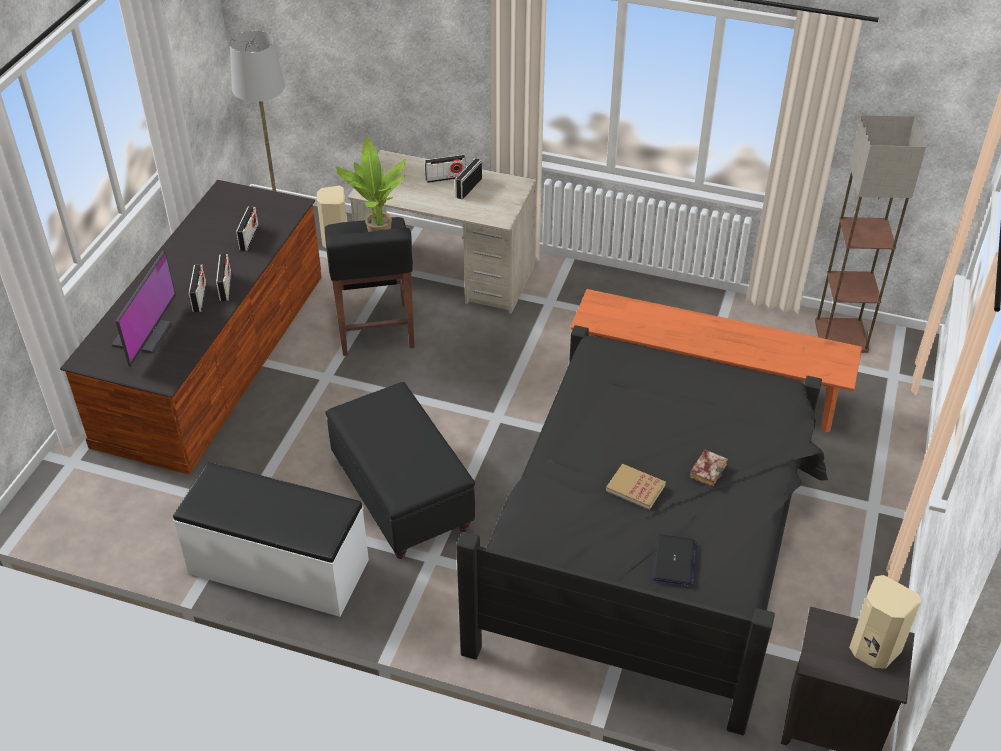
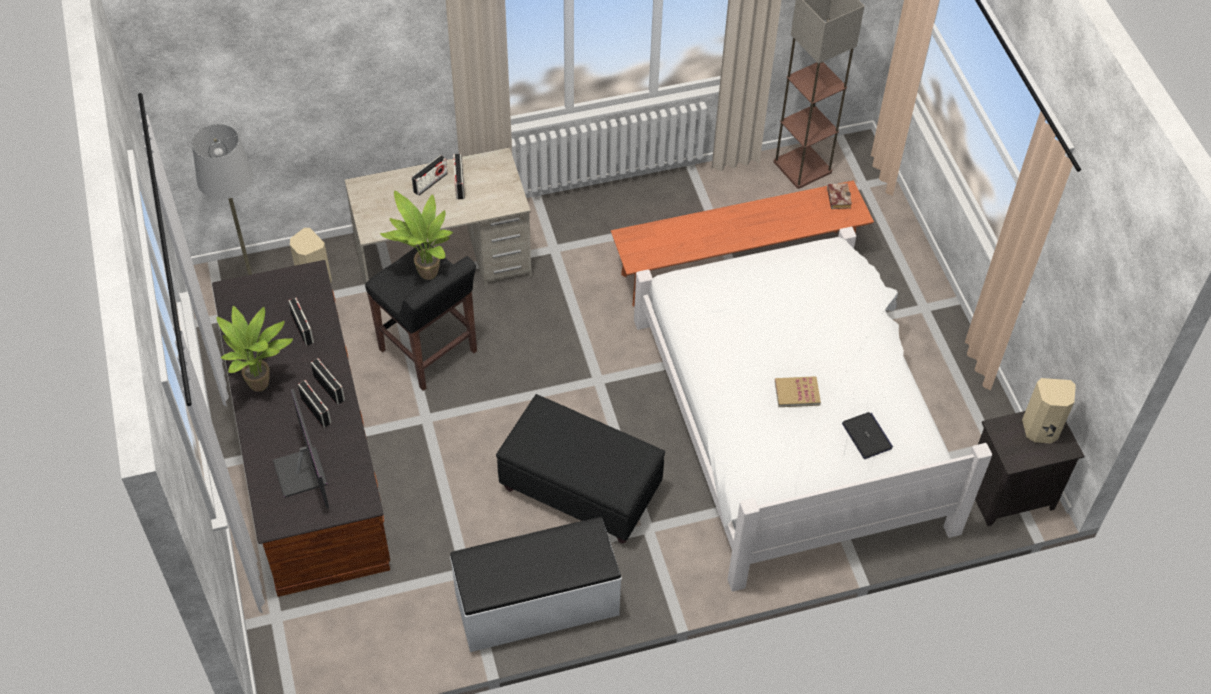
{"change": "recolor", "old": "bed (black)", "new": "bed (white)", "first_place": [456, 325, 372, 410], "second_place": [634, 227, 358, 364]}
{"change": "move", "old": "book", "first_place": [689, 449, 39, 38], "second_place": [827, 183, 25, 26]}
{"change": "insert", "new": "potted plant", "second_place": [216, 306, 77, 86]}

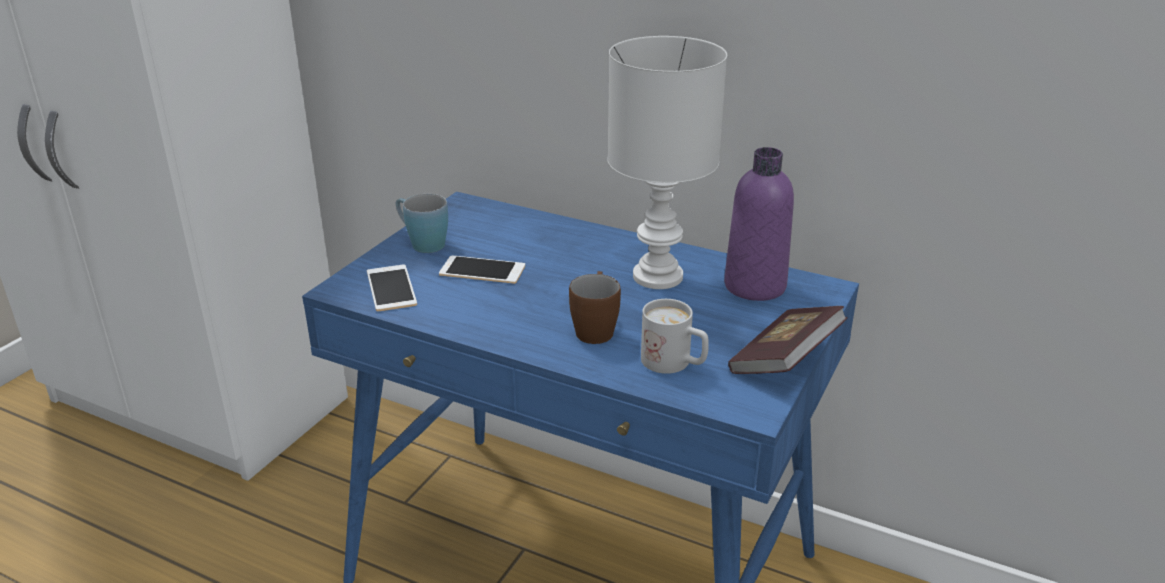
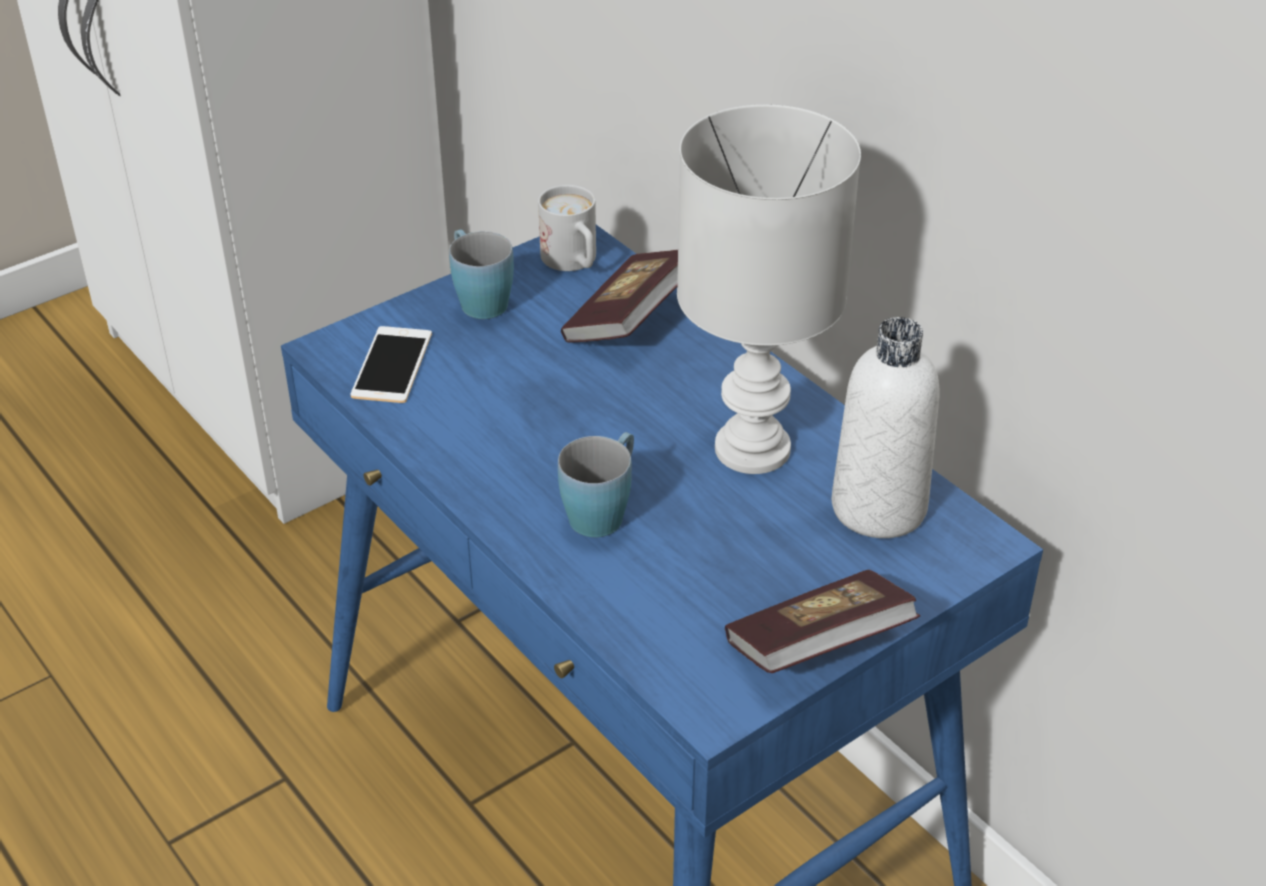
{"change": "delete", "old": "phone", "first_place": [439, 255, 86, 29]}
{"change": "recolor", "old": "mug (brown)", "new": "mug (blue)", "first_place": [569, 271, 52, 73], "second_place": [558, 432, 76, 105]}
{"change": "move", "old": "mug (white)", "first_place": [641, 299, 68, 75], "second_place": [538, 185, 58, 86]}
{"change": "recolor", "old": "bottle (purple)", "new": "bottle (white)", "first_place": [724, 147, 70, 154], "second_place": [832, 317, 107, 221]}
{"change": "insert", "new": "book", "second_place": [561, 250, 117, 93]}

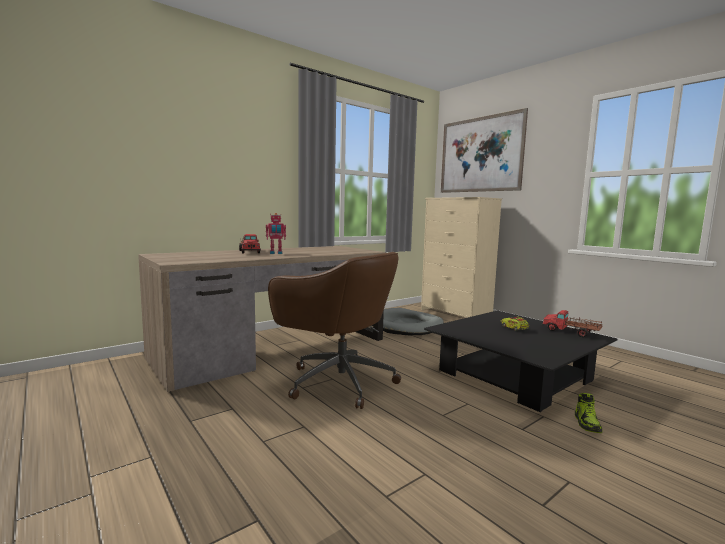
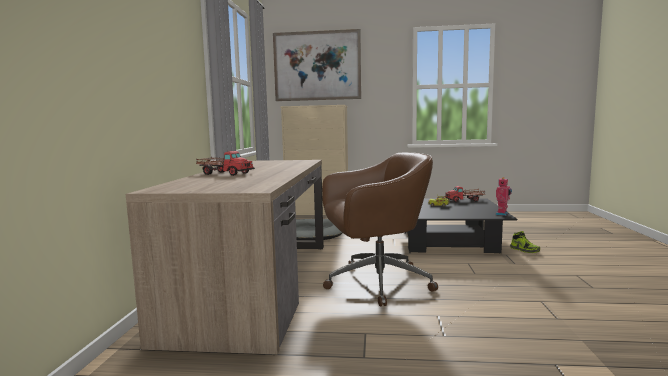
{"change": "move", "old": "toy robot", "first_place": [266, 213, 20, 41], "second_place": [496, 177, 16, 39]}

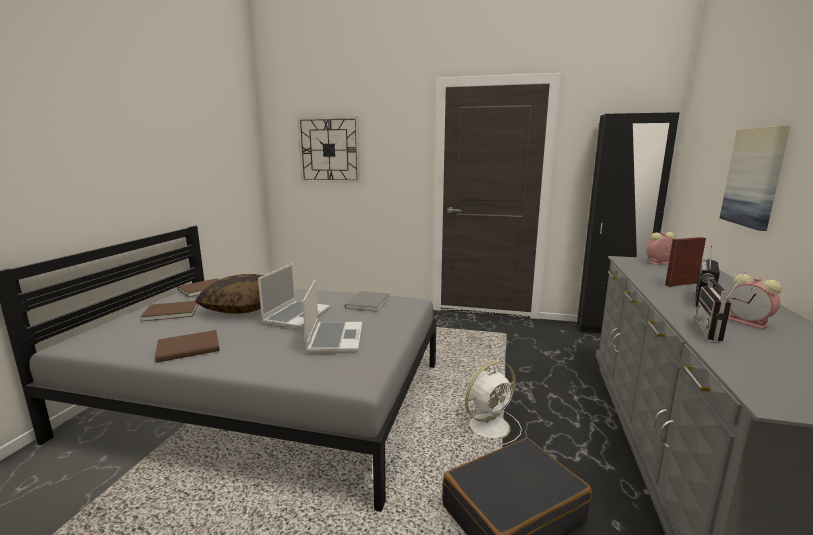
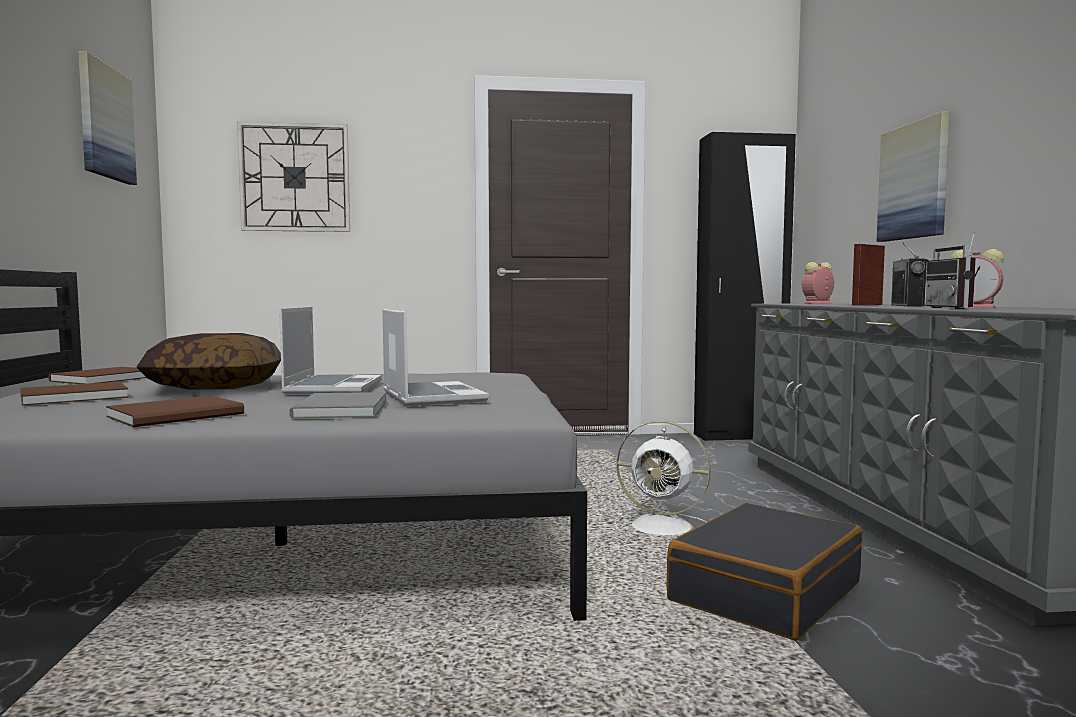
{"change": "move", "old": "book (grey)", "first_place": [345, 291, 45, 21], "second_place": [289, 392, 97, 27]}
{"change": "rotate", "old": "fan (white)", "first_place": [456, 361, 66, 85], "second_place": [614, 421, 97, 114], "degrees": 75}
{"change": "insert", "new": "picture", "second_place": [78, 51, 59, 134]}

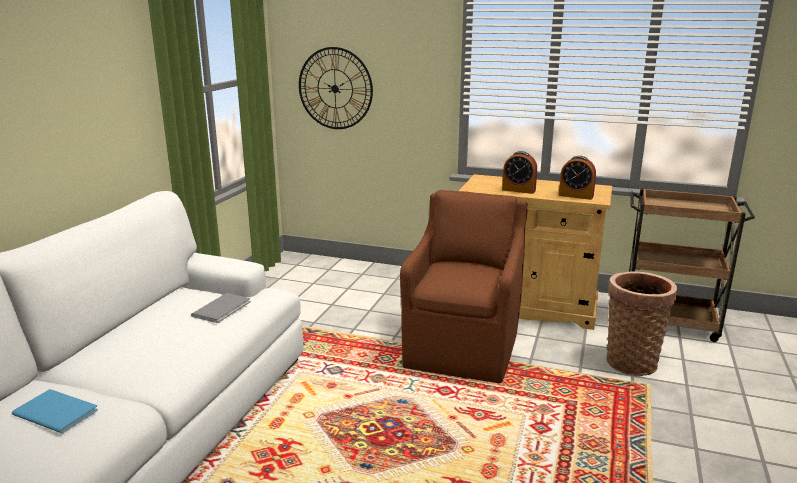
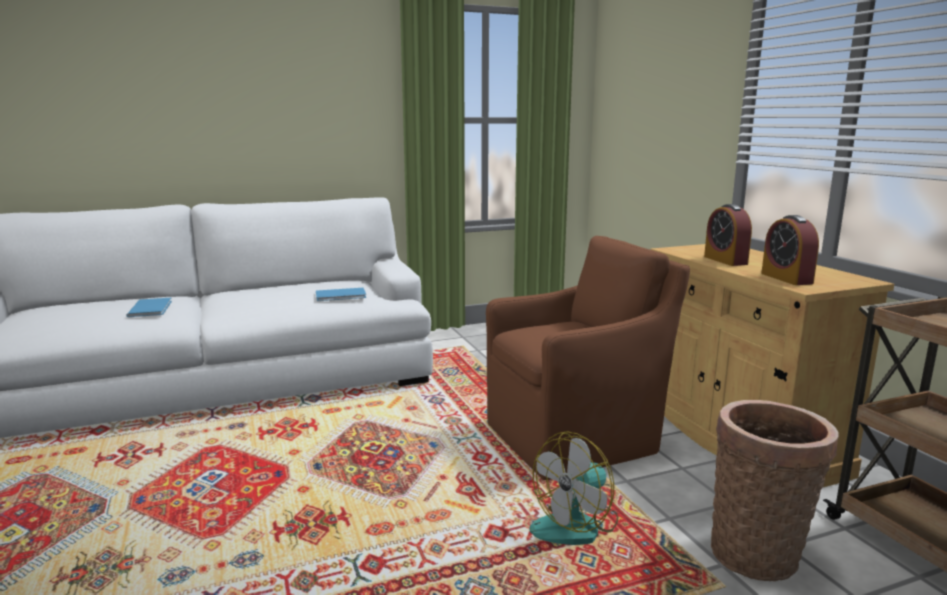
{"change": "recolor", "old": "book (grey)", "new": "book (blue)", "first_place": [191, 293, 60, 30], "second_place": [316, 288, 50, 13]}
{"change": "delete", "old": "wall clock", "first_place": [299, 47, 74, 82]}
{"change": "insert", "new": "fan", "second_place": [530, 431, 88, 114]}

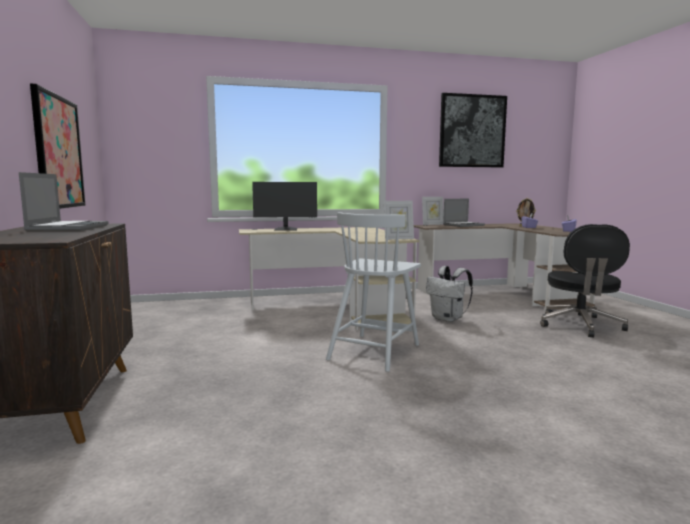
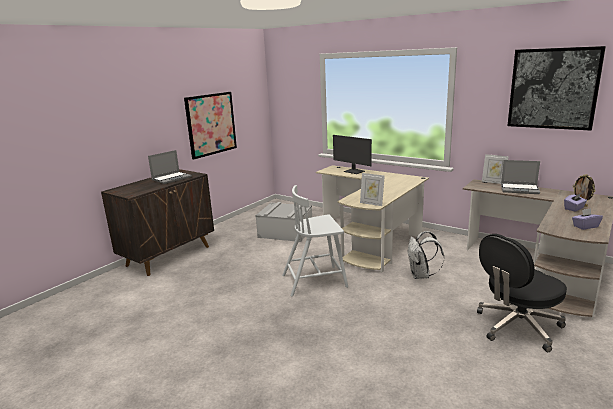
{"change": "insert", "new": "storage box (grey)", "second_place": [255, 202, 57, 40]}

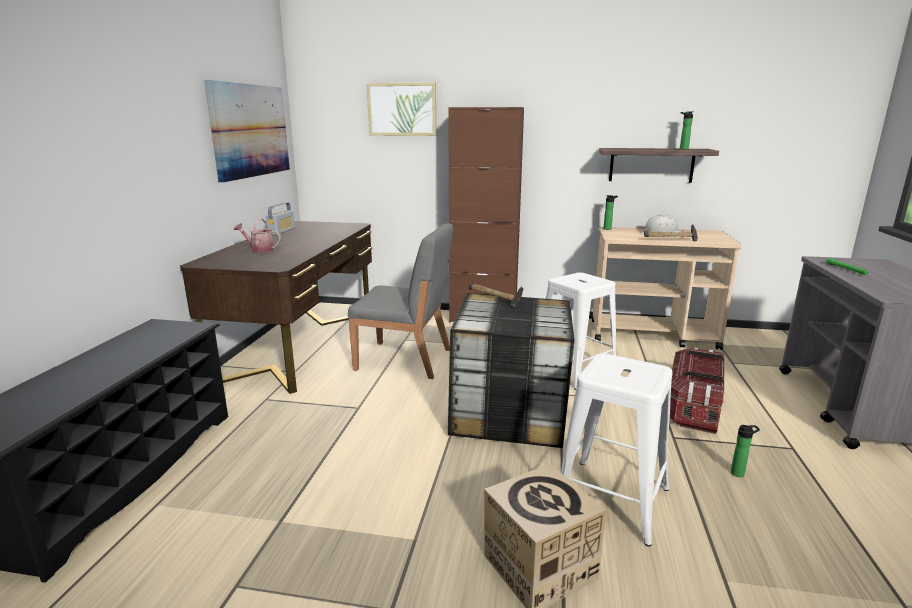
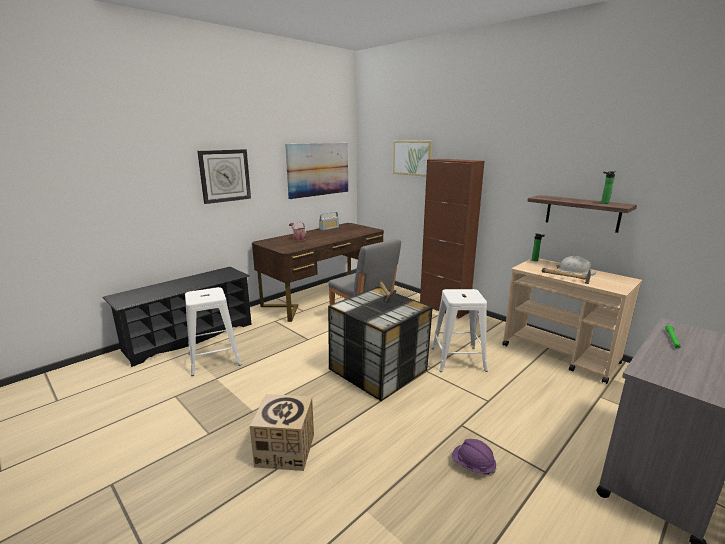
{"change": "move", "old": "stool (white)", "first_place": [561, 353, 112, 194], "second_place": [185, 287, 57, 89]}
{"change": "delete", "old": "storage box", "first_place": [670, 347, 54, 87]}
{"change": "replace", "old": "bottle", "new": "hard hat (purple)", "first_place": [731, 425, 29, 52], "second_place": [452, 439, 44, 36]}
{"change": "insert", "new": "wall clock", "second_place": [197, 149, 54, 55]}

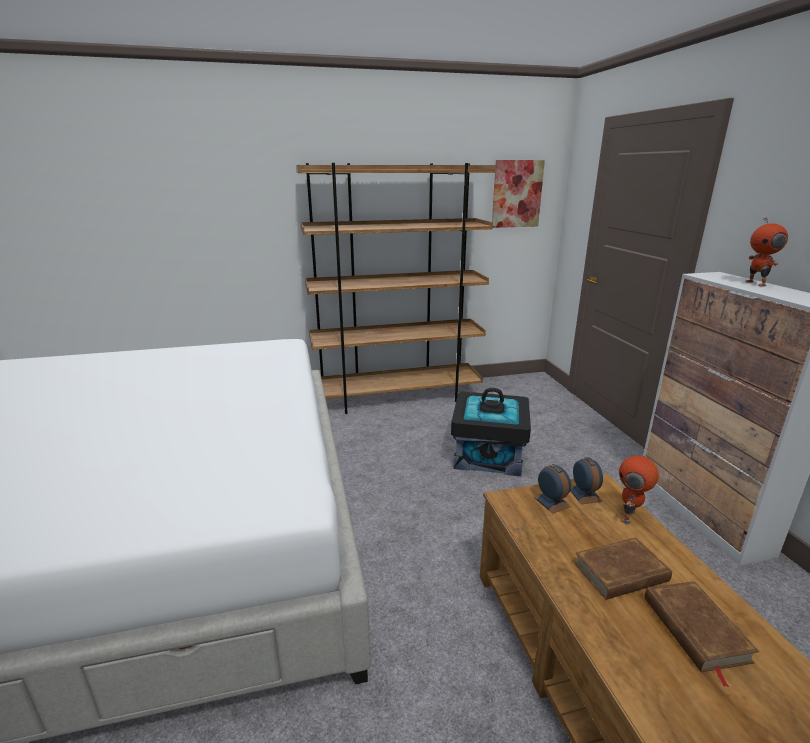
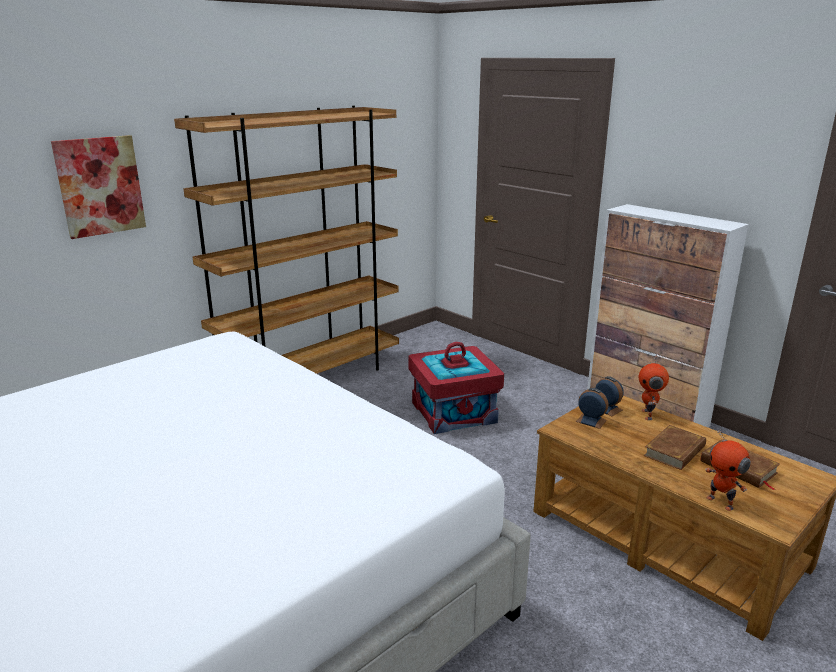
{"change": "recolor", "old": "storage box (black)", "new": "storage box (red)", "first_place": [451, 388, 80, 88], "second_place": [408, 342, 96, 92]}
{"change": "move", "old": "picture", "first_place": [492, 160, 53, 68], "second_place": [51, 135, 95, 104]}
{"change": "move", "old": "toy robot", "first_place": [745, 217, 43, 69], "second_place": [705, 429, 46, 82]}

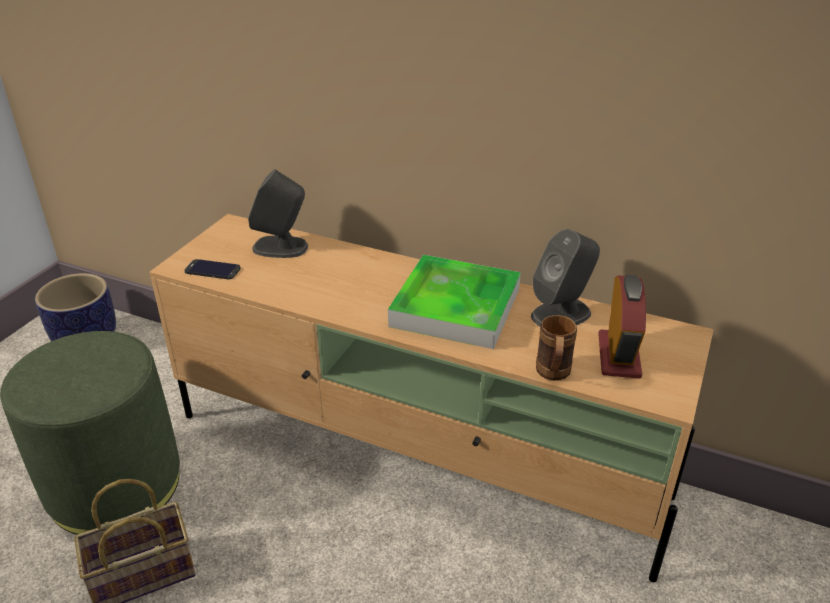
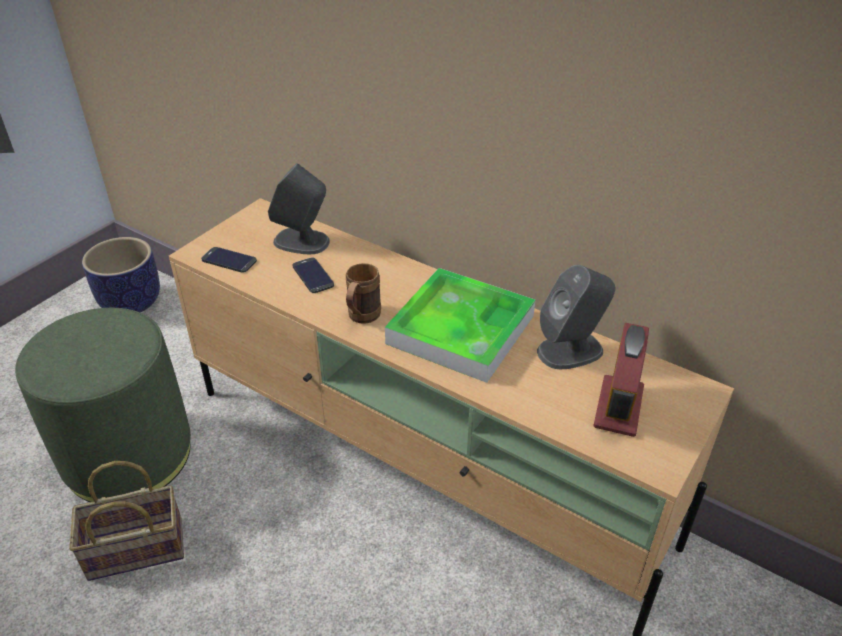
{"change": "move", "old": "mug (brown)", "first_place": [536, 315, 41, 66], "second_place": [346, 263, 35, 61]}
{"change": "insert", "new": "phone", "second_place": [293, 257, 41, 36]}

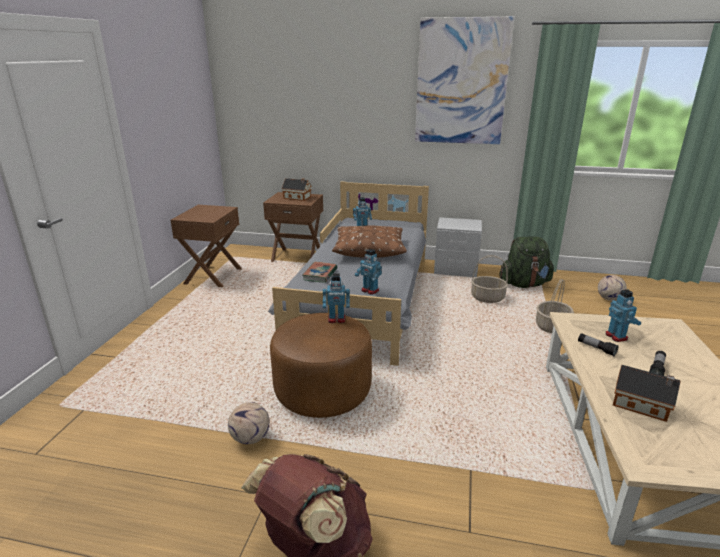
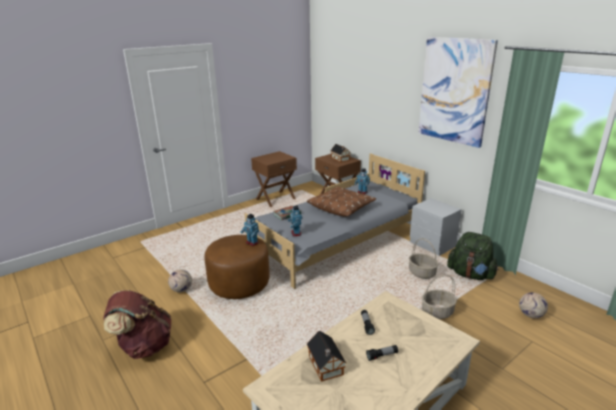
{"change": "delete", "old": "toy robot", "first_place": [606, 289, 35, 53]}

